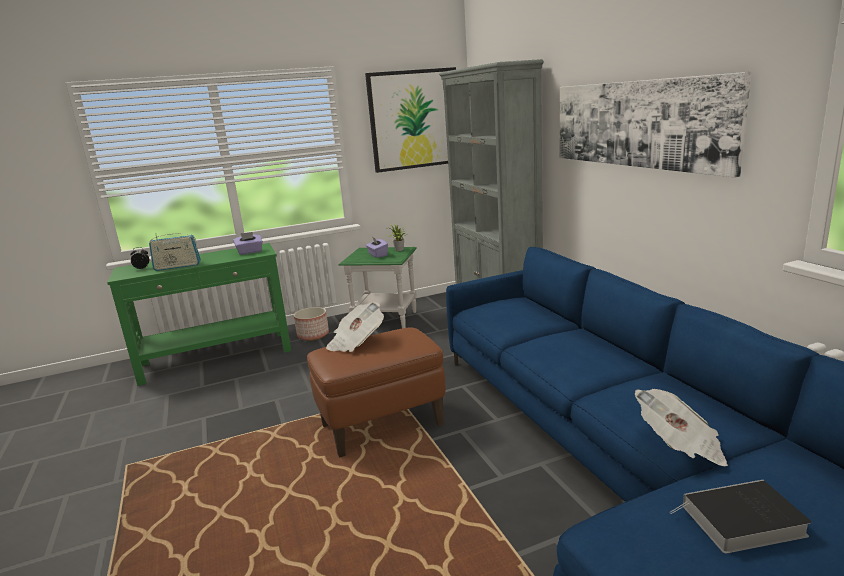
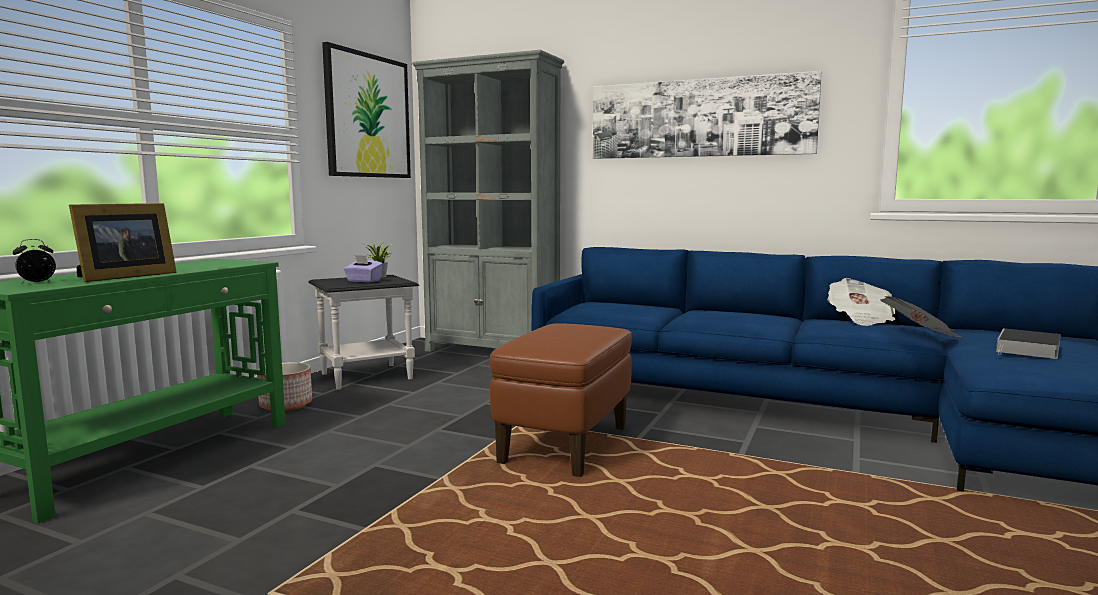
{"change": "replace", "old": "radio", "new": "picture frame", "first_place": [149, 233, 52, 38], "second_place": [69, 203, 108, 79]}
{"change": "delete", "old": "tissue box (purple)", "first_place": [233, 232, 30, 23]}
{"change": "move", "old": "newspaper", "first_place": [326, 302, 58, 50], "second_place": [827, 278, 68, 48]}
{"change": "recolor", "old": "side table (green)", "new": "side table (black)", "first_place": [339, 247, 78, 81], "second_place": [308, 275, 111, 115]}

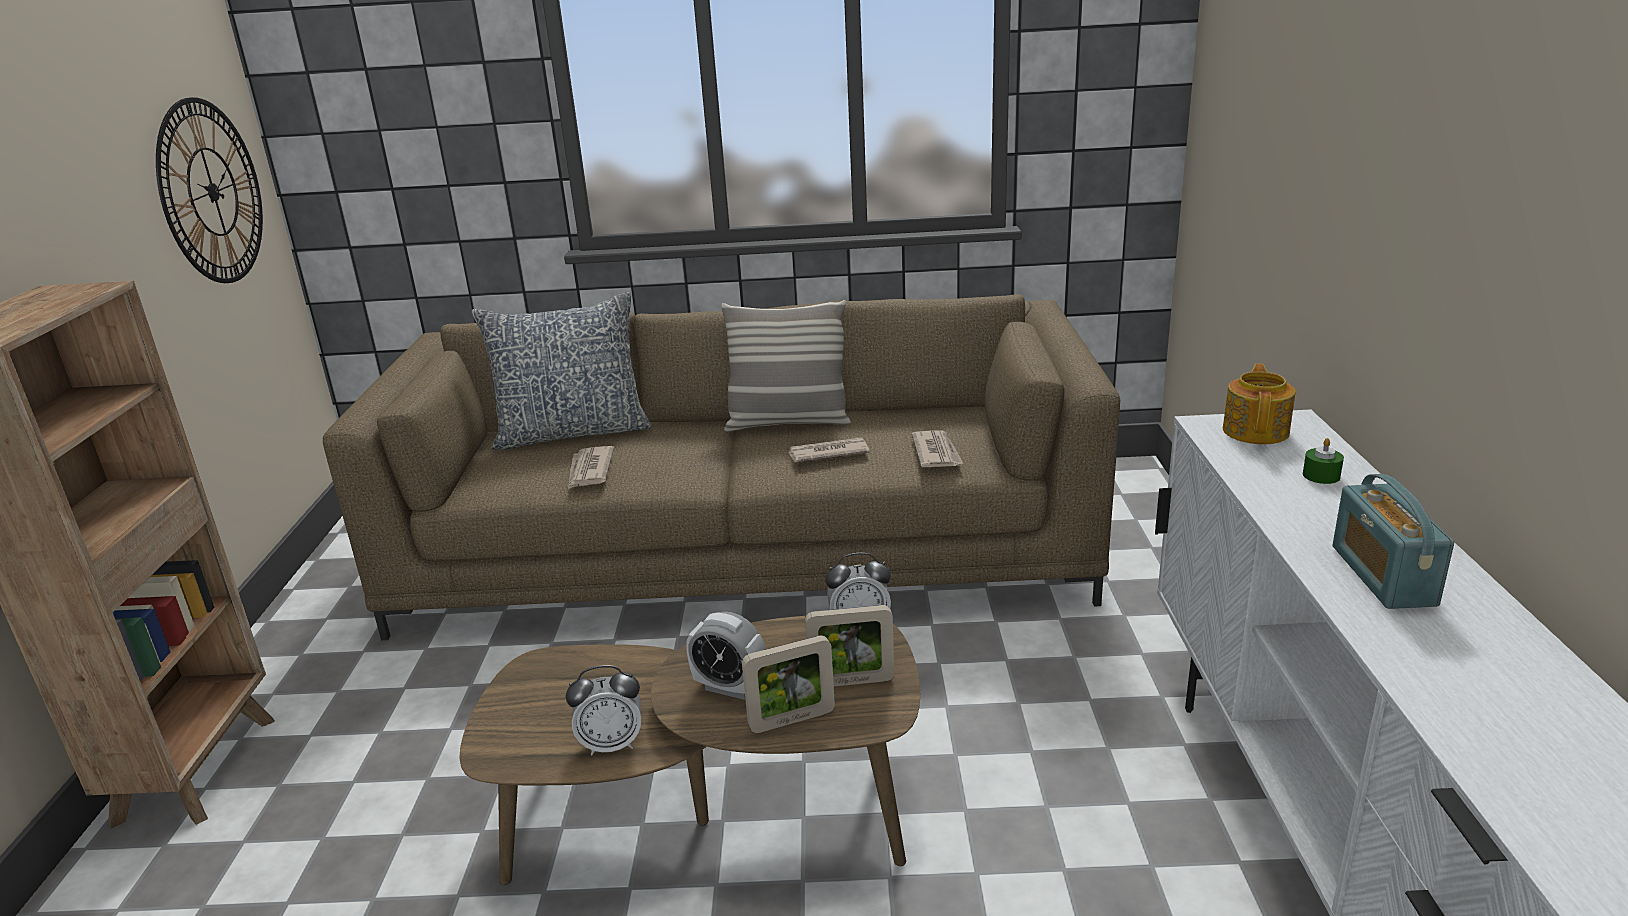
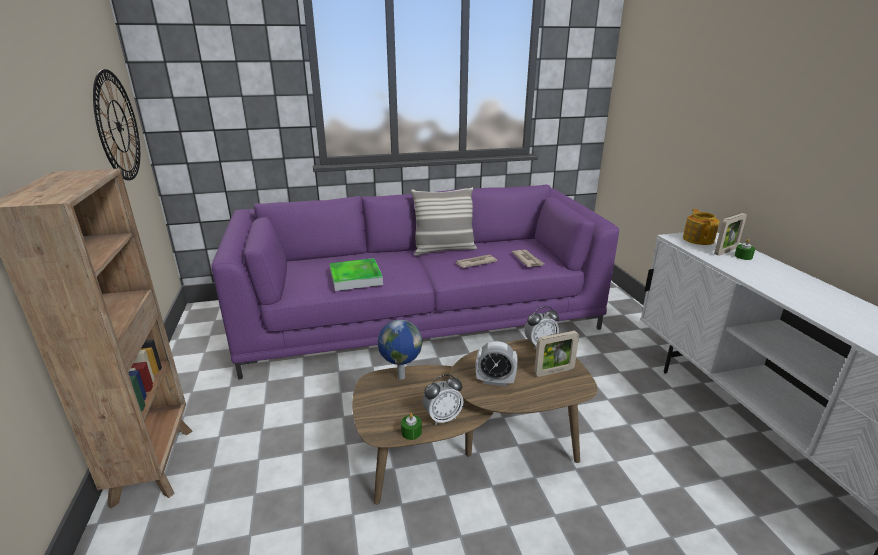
{"change": "recolor", "old": "sofa (brown)", "new": "sofa (purple)", "first_place": [323, 294, 797, 346], "second_place": [211, 185, 408, 195]}
{"change": "delete", "old": "pillow", "first_place": [471, 292, 181, 158]}
{"change": "replace", "old": "newspaper", "new": "tray", "first_place": [568, 446, 46, 43], "second_place": [330, 258, 53, 33]}
{"change": "move", "old": "picture frame", "first_place": [742, 635, 93, 98], "second_place": [714, 213, 33, 43]}
{"change": "delete", "old": "radio", "first_place": [1333, 474, 121, 135]}
{"change": "insert", "new": "globe", "second_place": [377, 320, 45, 60]}
{"change": "insert", "new": "candle (green)", "second_place": [401, 413, 21, 27]}

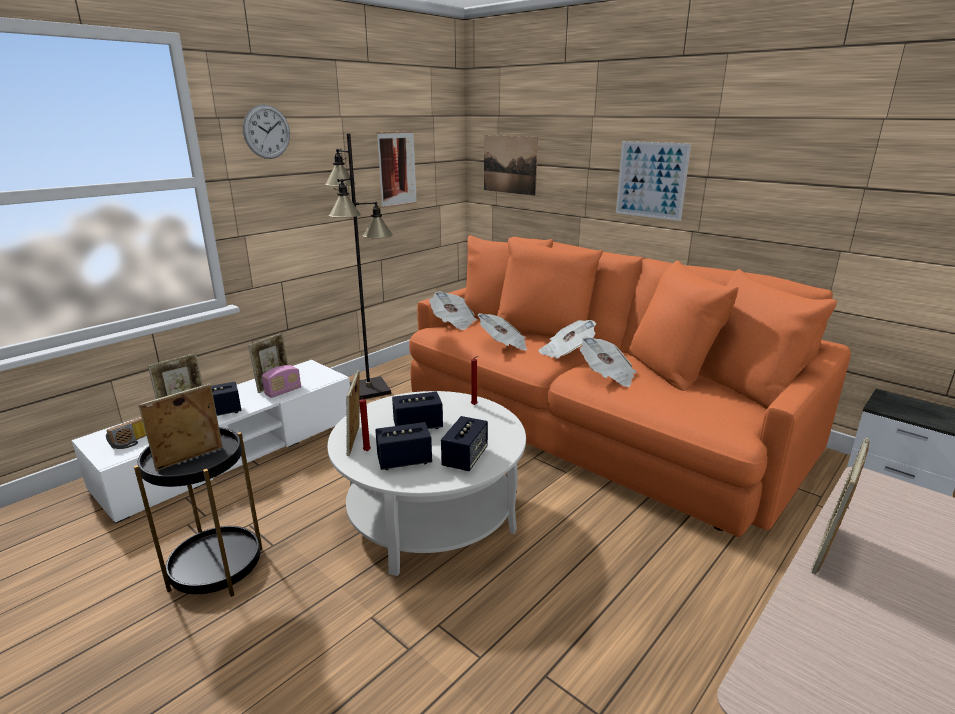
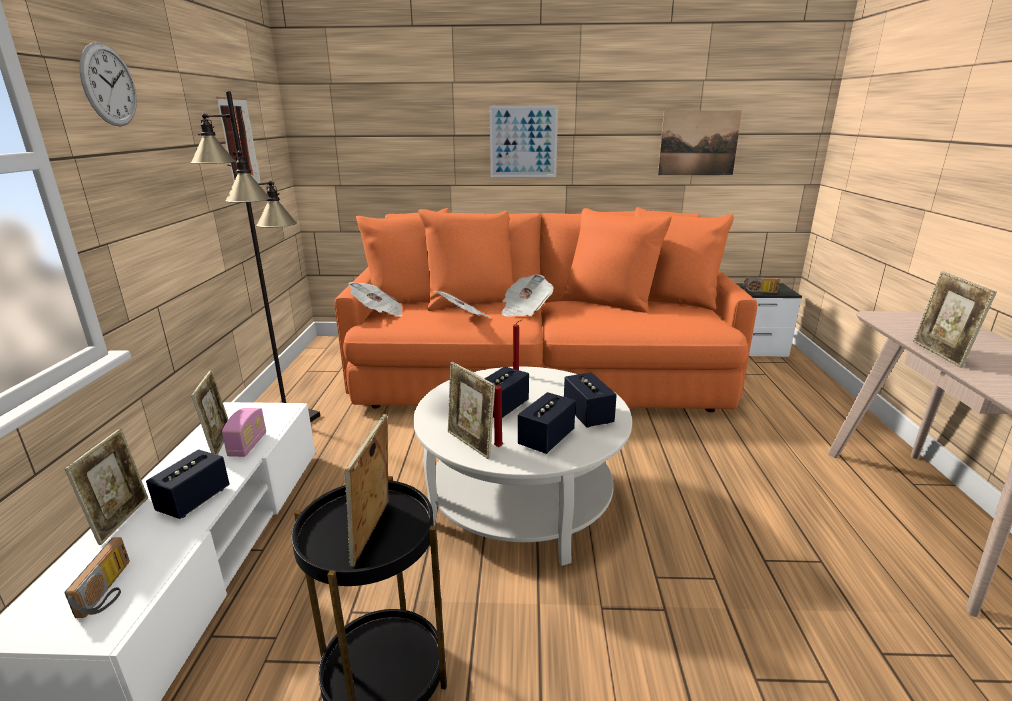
{"change": "move", "old": "picture", "first_place": [484, 135, 54, 61], "second_place": [658, 111, 84, 64]}
{"change": "delete", "old": "newspaper", "first_place": [580, 336, 56, 51]}
{"change": "insert", "new": "radio", "second_place": [744, 277, 36, 18]}

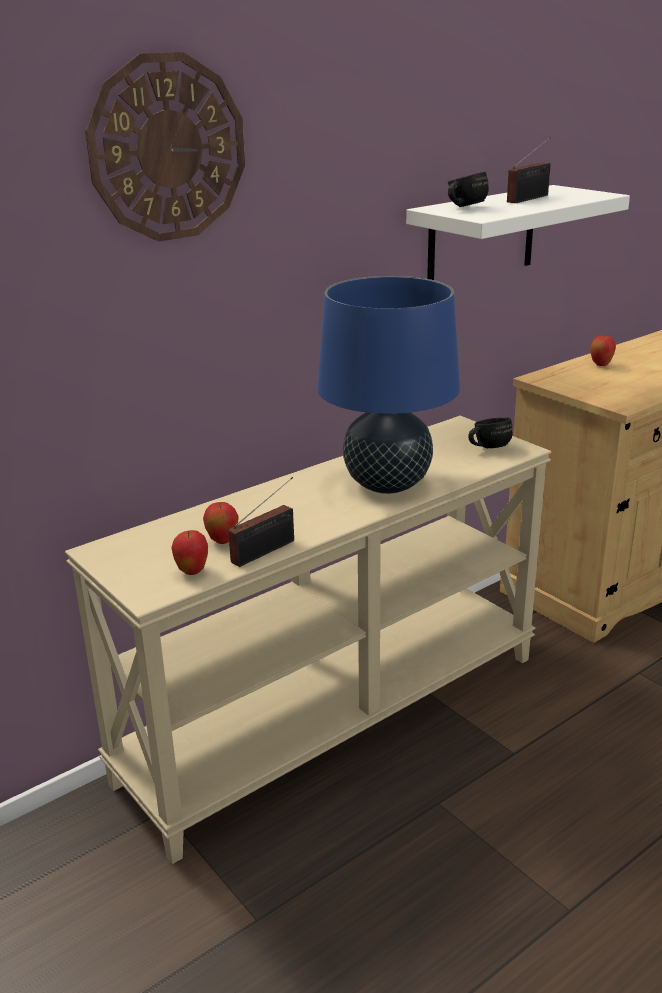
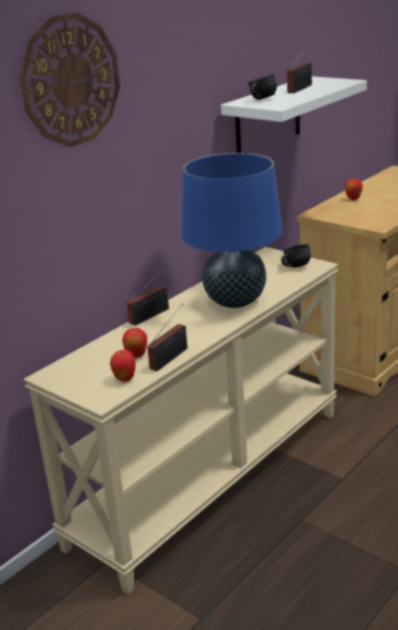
{"change": "insert", "new": "radio", "second_place": [127, 267, 42, 59]}

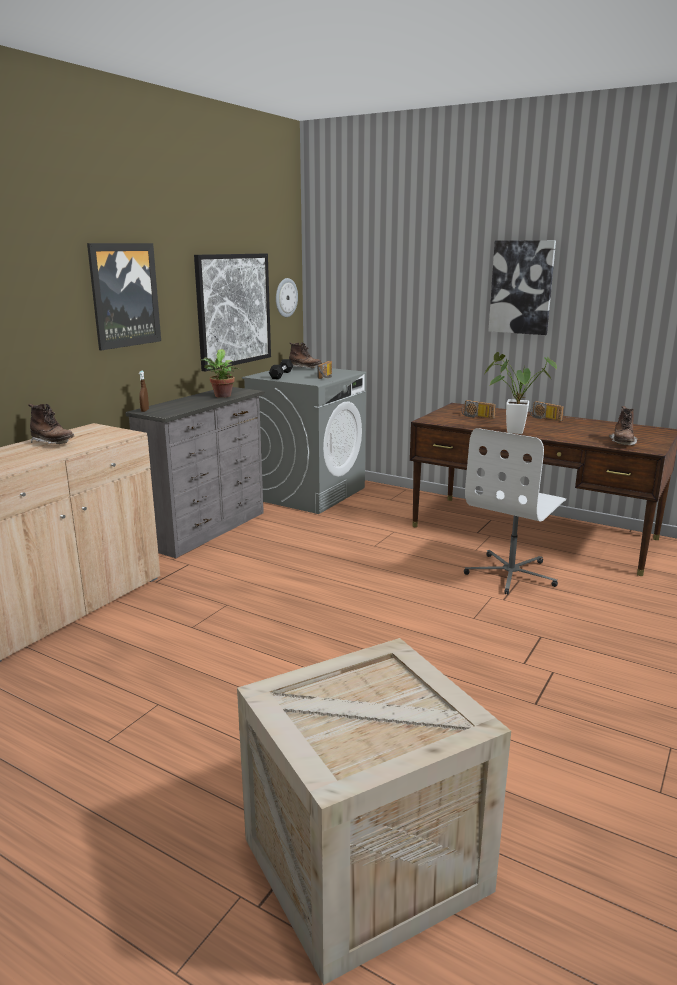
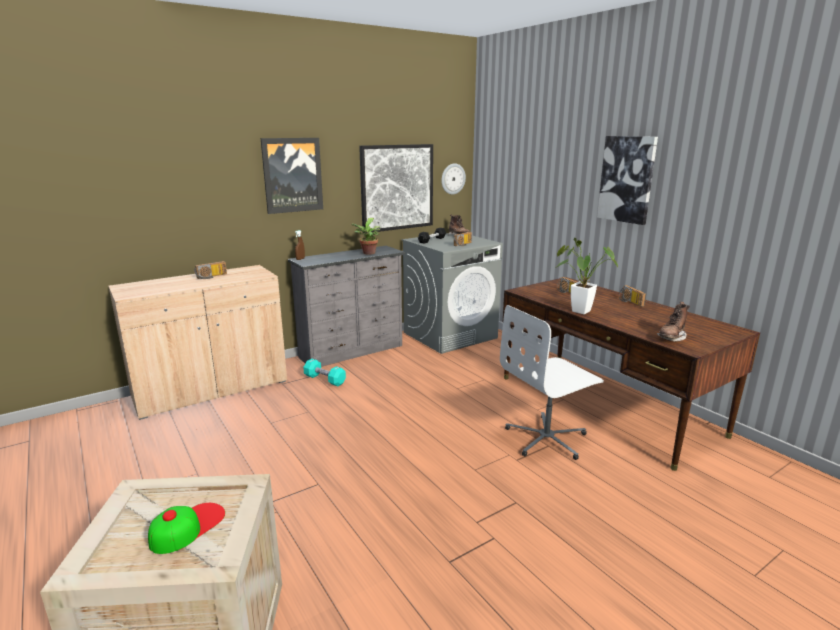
{"change": "replace", "old": "boot (brown)", "new": "radio", "first_place": [29, 404, 45, 40], "second_place": [194, 261, 33, 18]}
{"change": "insert", "new": "cap", "second_place": [148, 503, 77, 51]}
{"change": "insert", "new": "dumbbell (turquoise)", "second_place": [303, 359, 43, 28]}

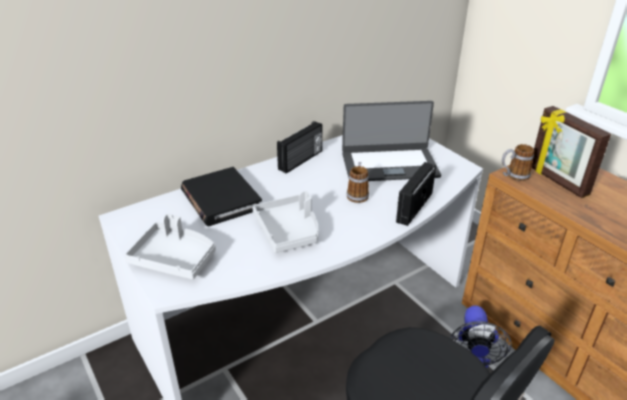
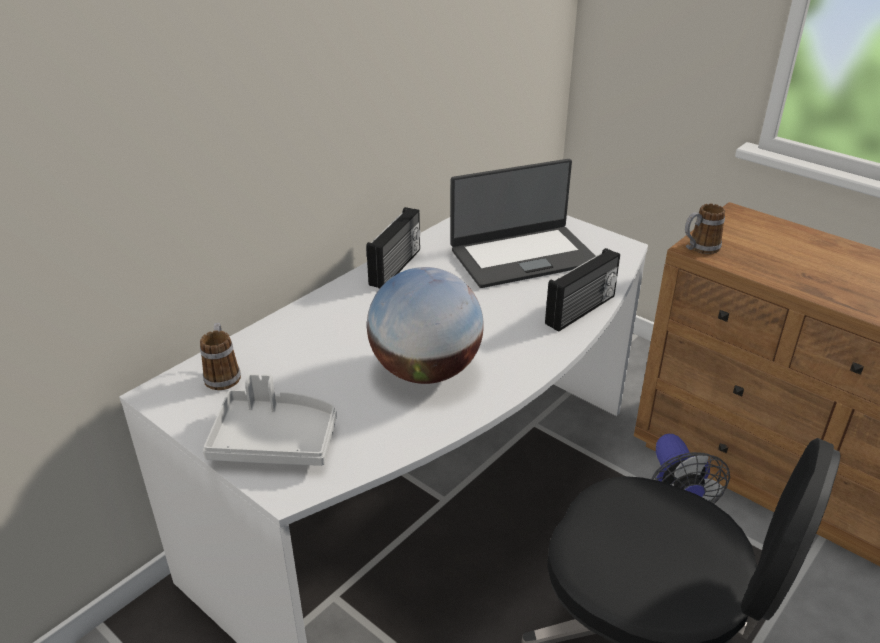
{"change": "delete", "old": "book (black)", "first_place": [181, 167, 81, 59]}
{"change": "replace", "old": "tray (grey)", "new": "globe", "first_place": [252, 191, 67, 62], "second_place": [367, 267, 117, 117]}
{"change": "move", "old": "mug", "first_place": [347, 162, 22, 41], "second_place": [200, 323, 41, 67]}
{"change": "rotate", "old": "radio", "first_place": [396, 162, 40, 64], "second_place": [545, 248, 75, 84], "degrees": -150}
{"change": "delete", "old": "picture frame", "first_place": [532, 106, 79, 92]}

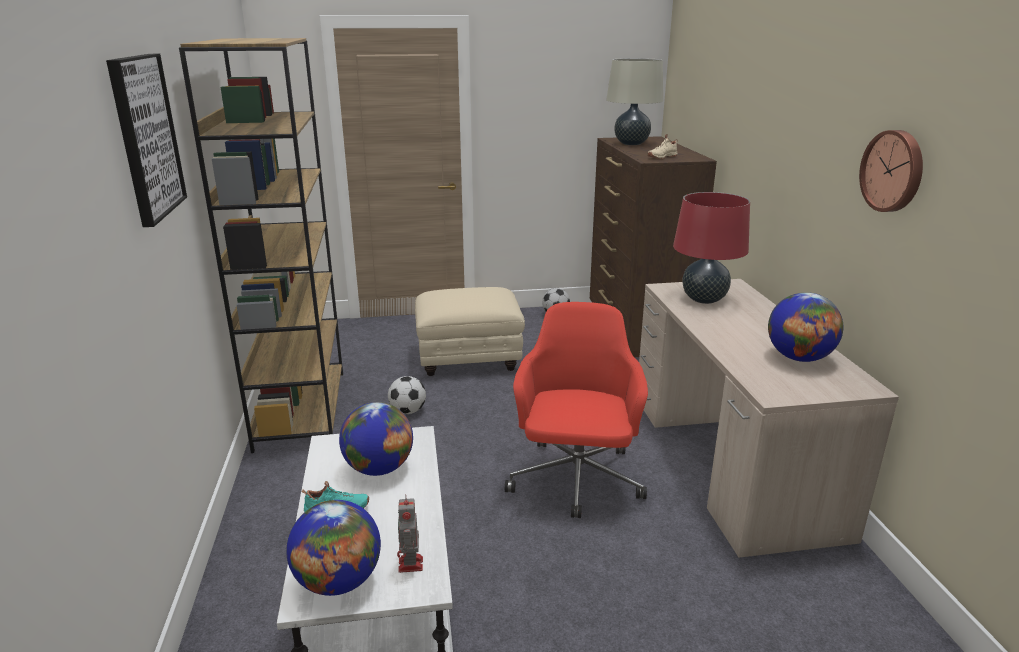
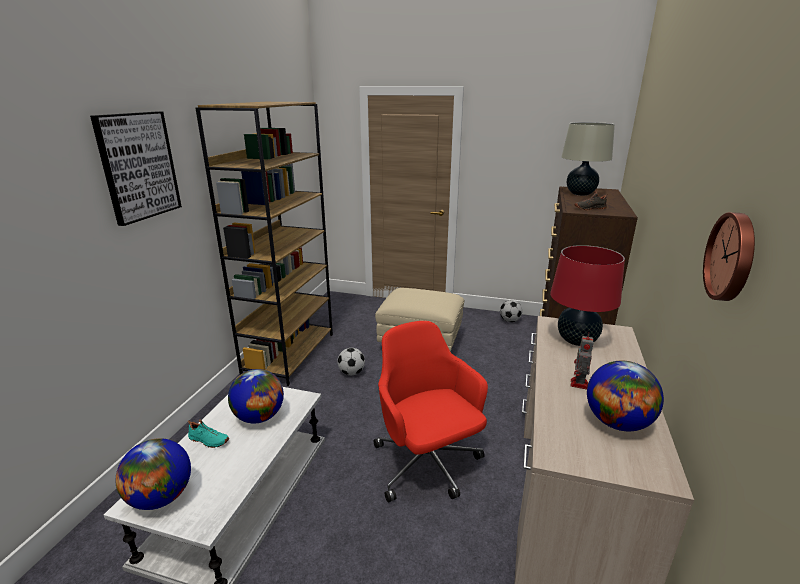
{"change": "move", "old": "toy robot", "first_place": [397, 494, 26, 79], "second_place": [571, 333, 22, 56]}
{"change": "rotate", "old": "office chair (red)", "first_place": [505, 302, 143, 216], "second_place": [374, 321, 114, 181], "degrees": -60}
{"change": "recolor", "old": "shoe (beige)", "new": "shoe (black)", "first_place": [648, 134, 30, 25], "second_place": [574, 189, 34, 21]}

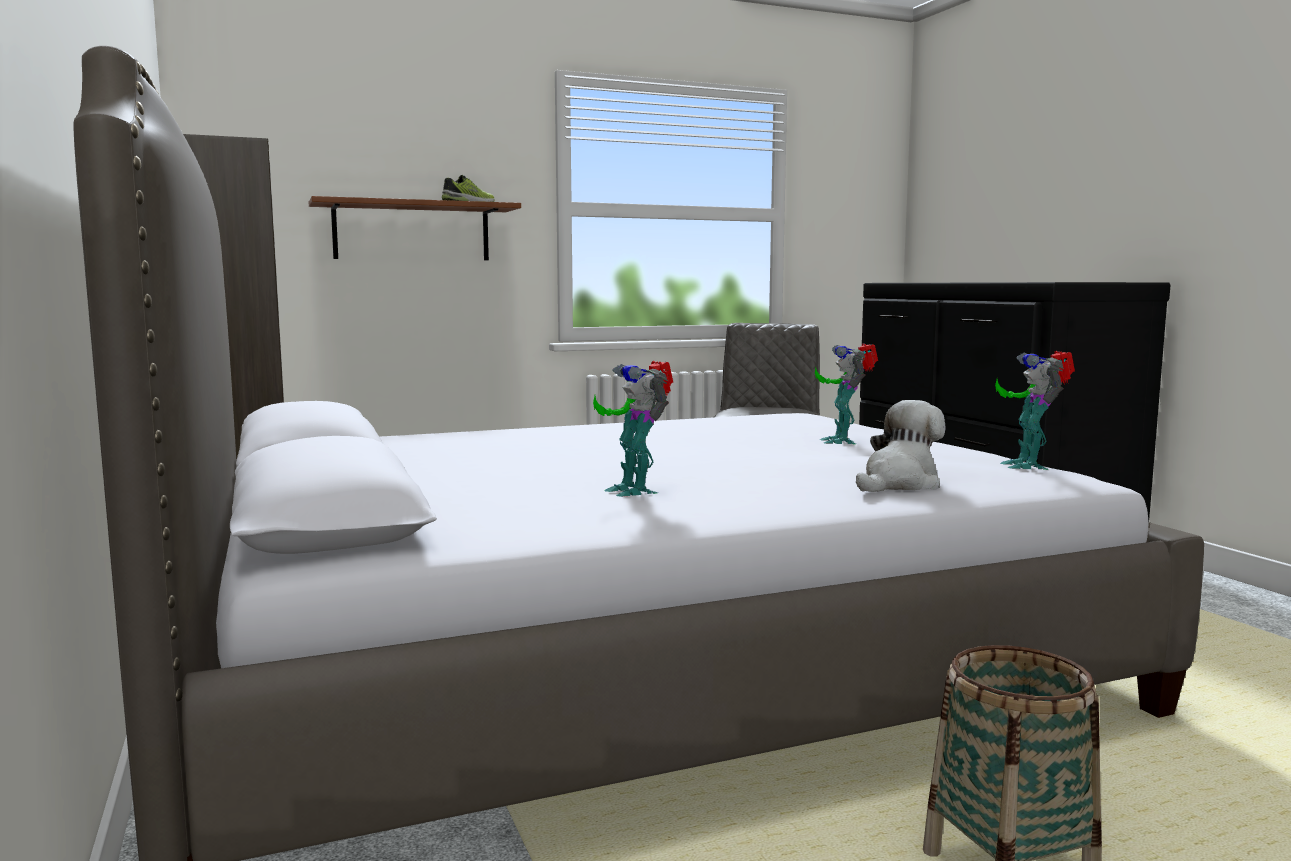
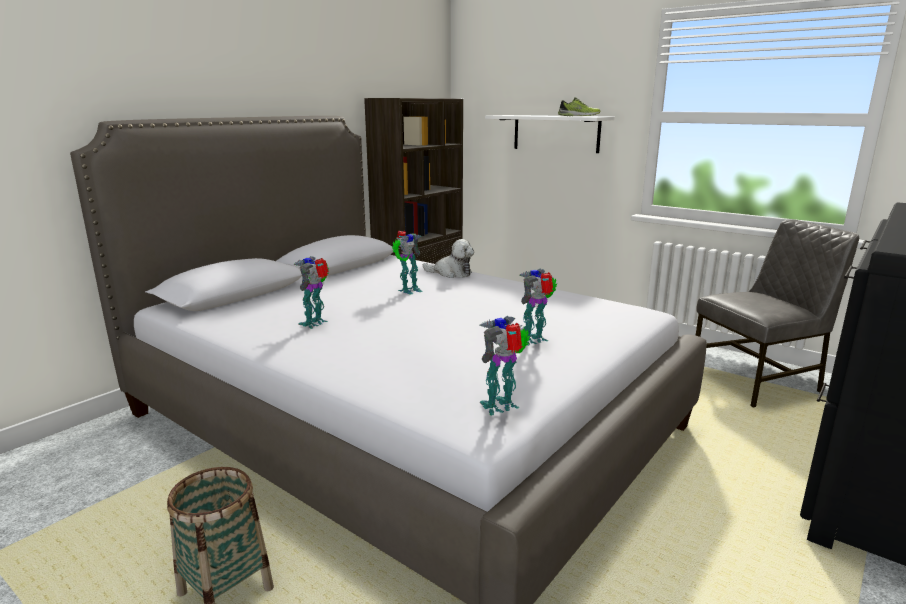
{"change": "recolor", "old": "shelf (brown)", "new": "shelf (white)", "first_place": [309, 196, 212, 64], "second_place": [485, 115, 130, 38]}
{"change": "move", "old": "plush toy", "first_place": [856, 400, 89, 92], "second_place": [423, 239, 51, 39]}
{"change": "insert", "new": "toy robot", "second_place": [392, 231, 31, 63]}

